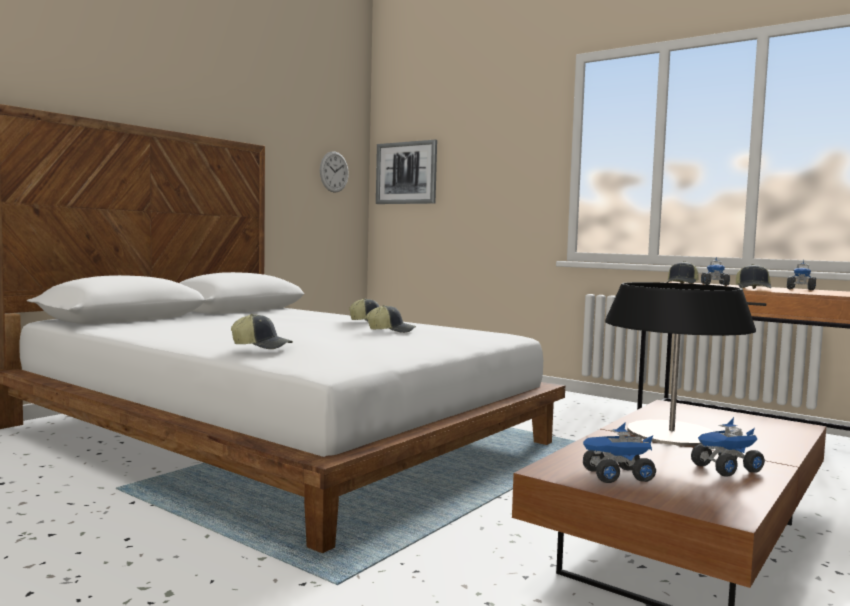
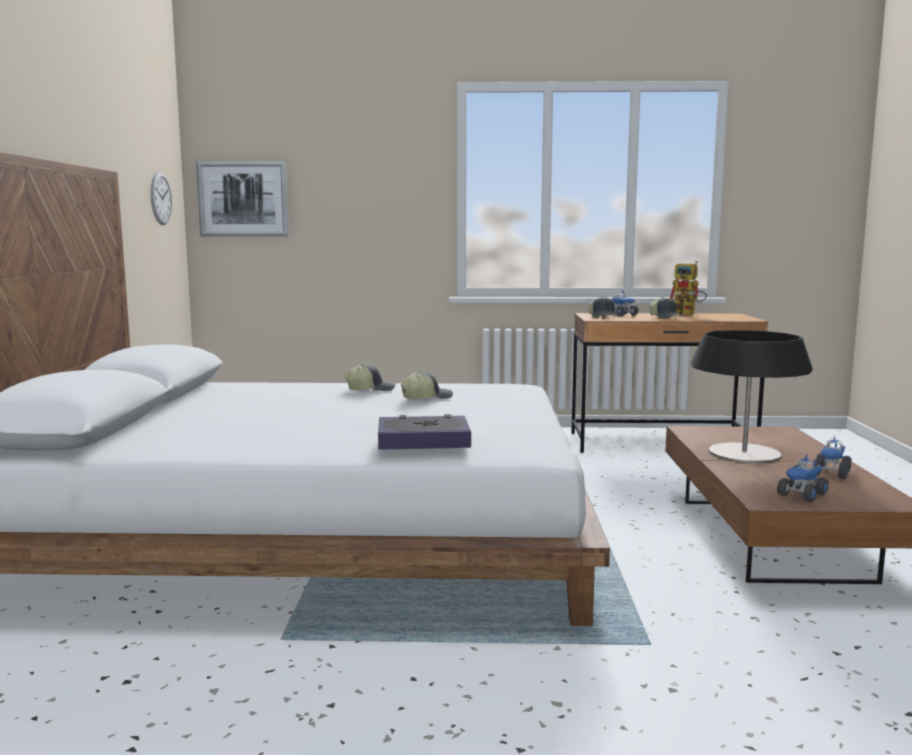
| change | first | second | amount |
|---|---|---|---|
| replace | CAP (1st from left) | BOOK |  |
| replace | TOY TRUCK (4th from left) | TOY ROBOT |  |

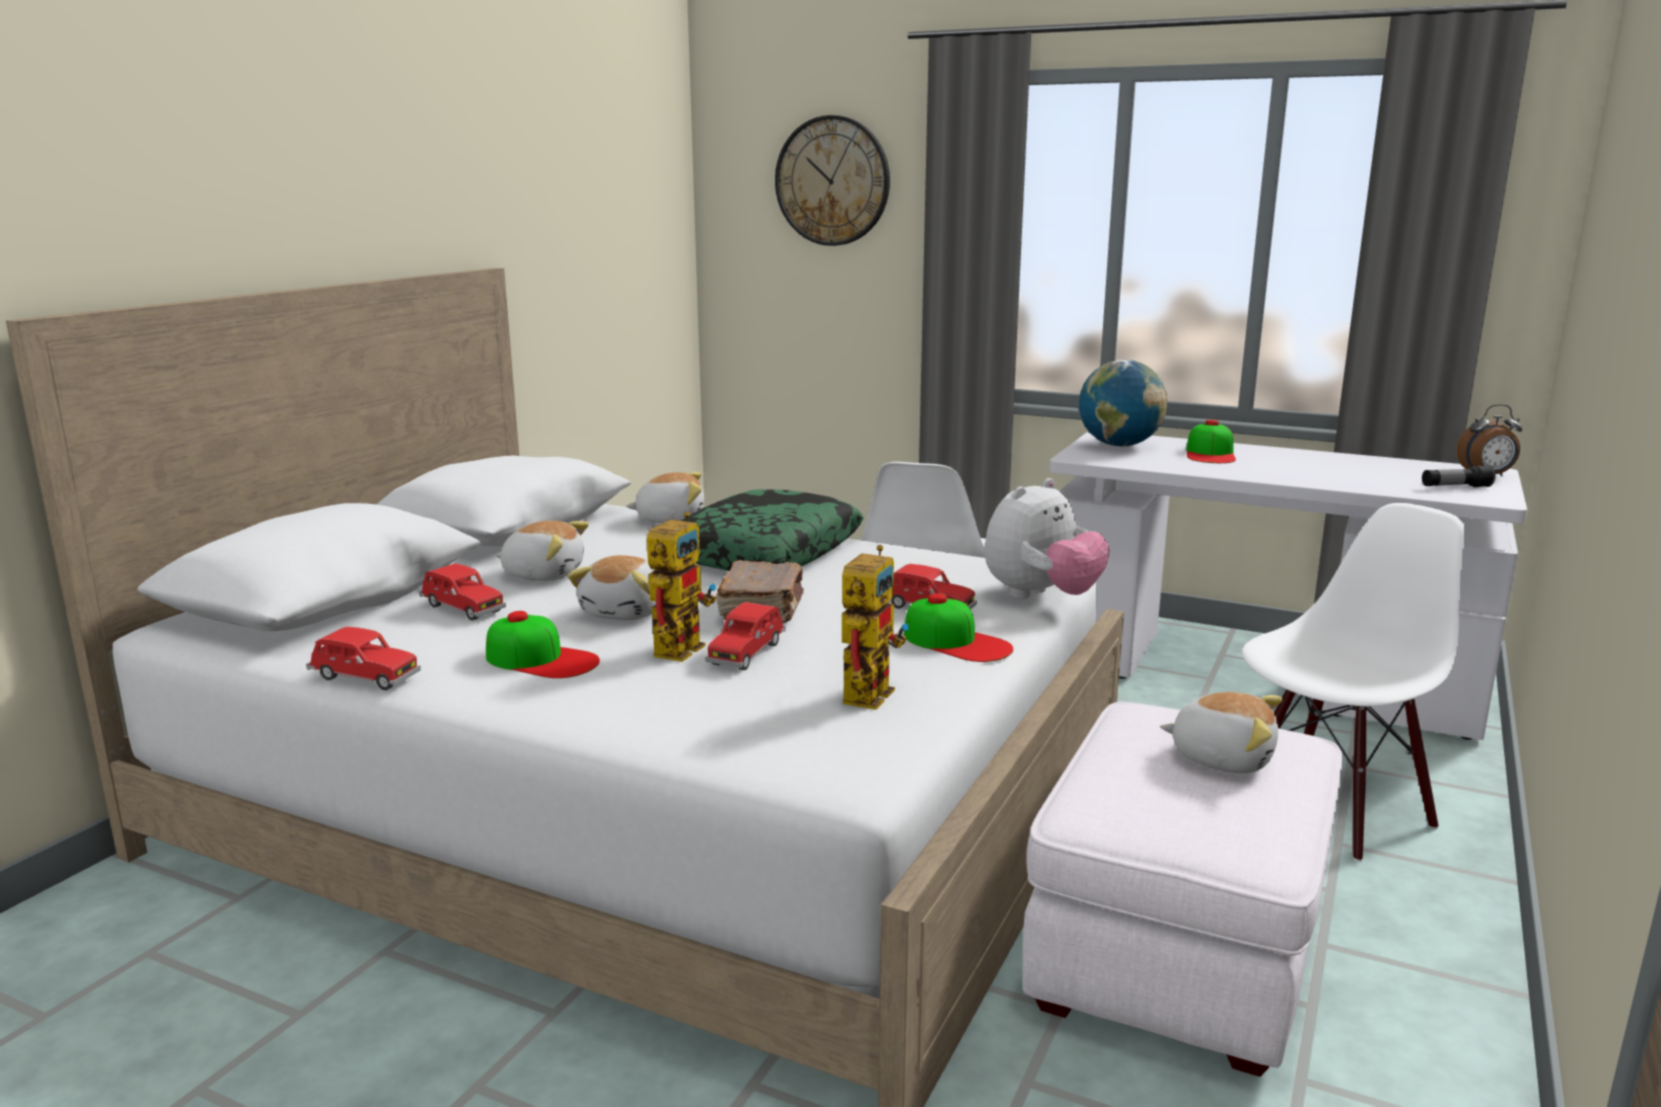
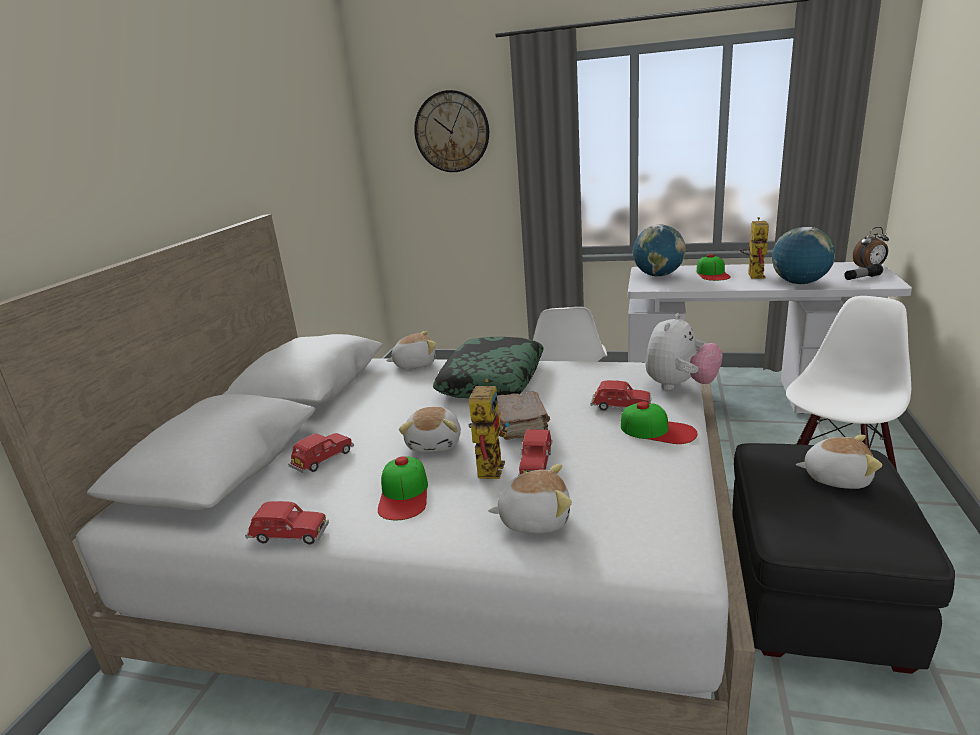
| change | first | second | amount |
|---|---|---|---|
| insert |  | GLOBE (2nd from left) |  |
| move | PLUSH TOY (1st from left in the first image) | PLUSH TOY (3rd from left) |  |
| move | TOY ROBOT (2nd from left) |  |  |
| recolor | WHITE OTTOMAN | BLACK OTTOMAN |  |
| rotate | RED TOY CAR (2nd from left) |  | 75 degrees counterclockwise |
| rotate | CAP (1st from left) |  | 75 degrees clockwise |

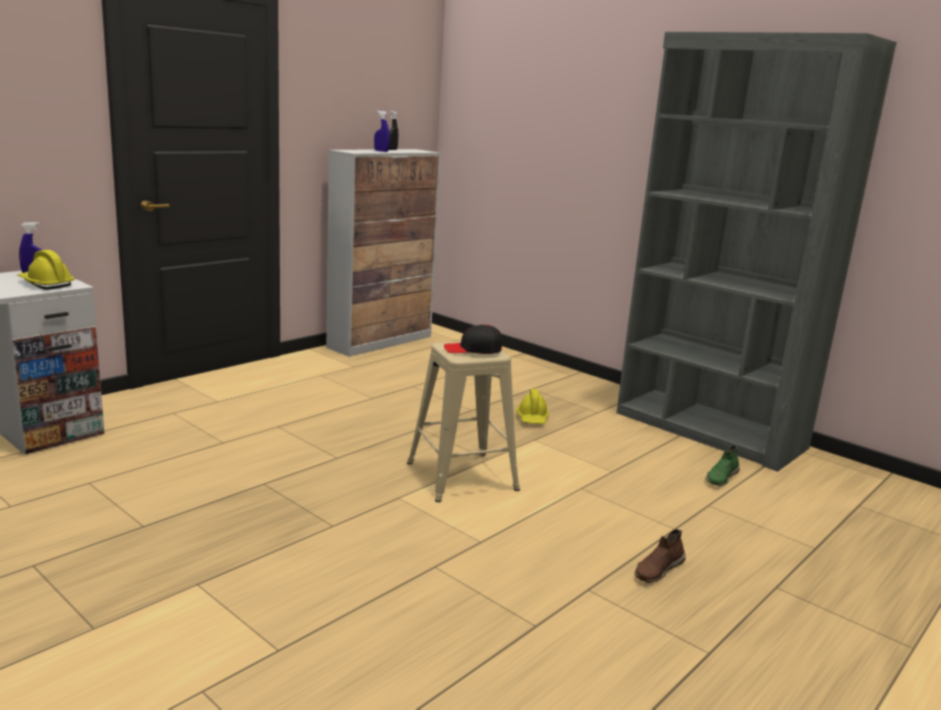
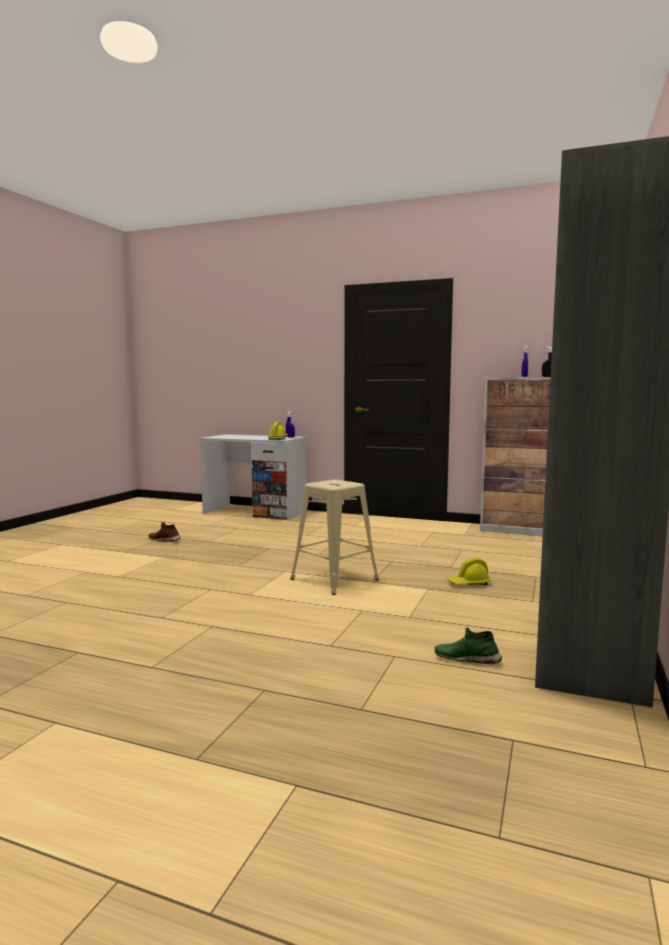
| change | first | second | amount |
|---|---|---|---|
| delete | BLACK CAP |  |  |
| move | BROWN SHOE |  |  |

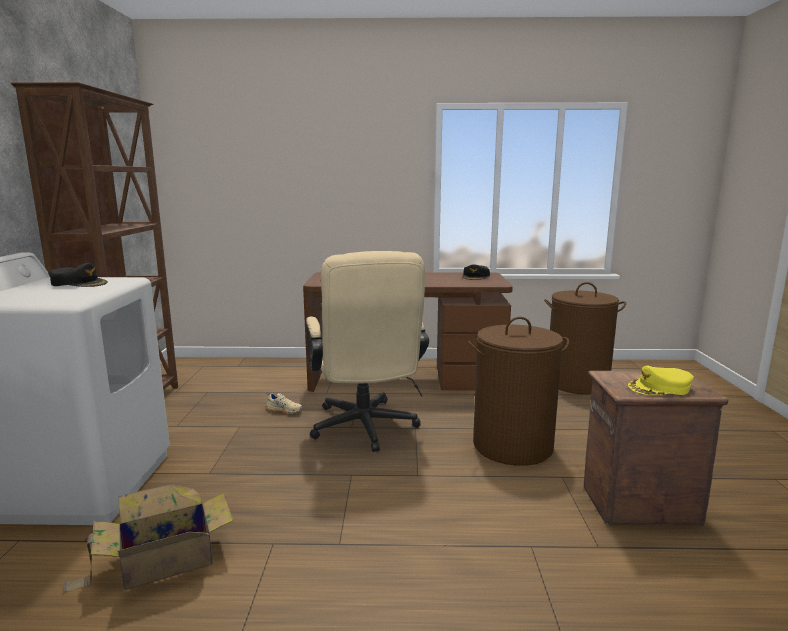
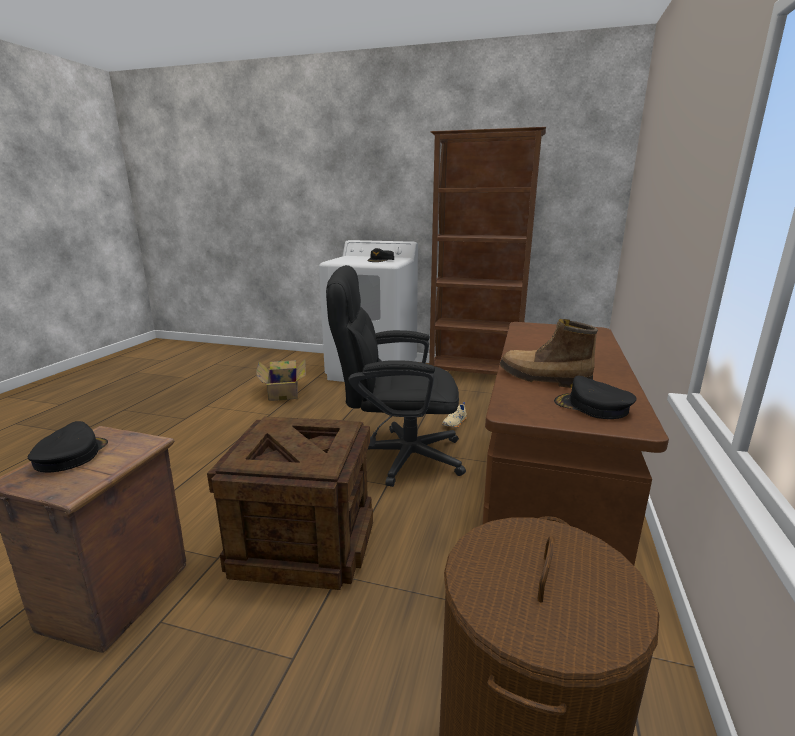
| change | first | second | amount |
|---|---|---|---|
| insert |  | BOOT |  |
| replace | BROWN LAUNDRY BASKET (1st from left) | CRATE (2nd from left) |  |
| recolor | BEIGE OFFICE CHAIR | BLACK OFFICE CHAIR |  |
| recolor | YELLOW CAP | BLACK CAP (1st from left) |  |

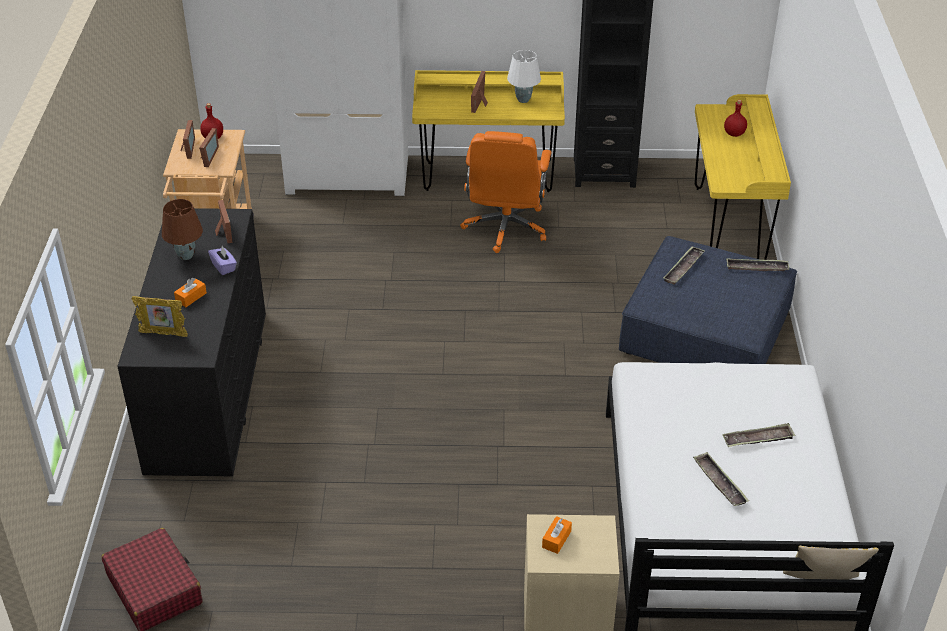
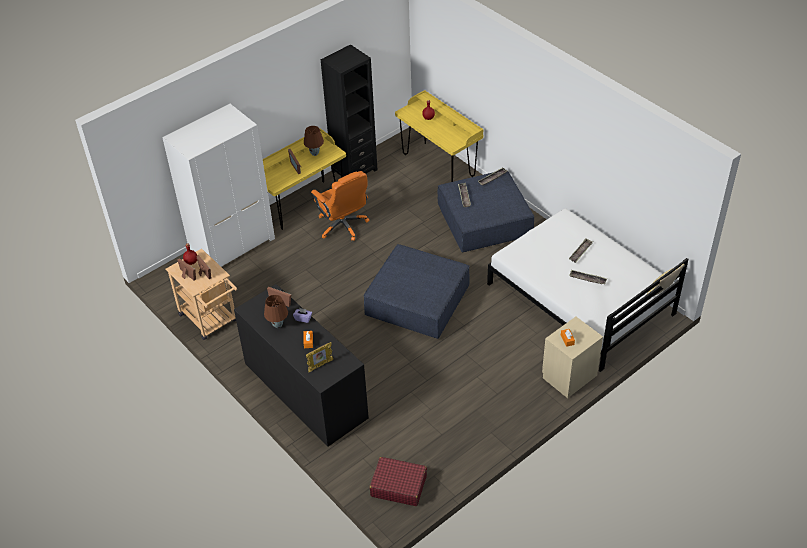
| change | first | second | amount |
|---|---|---|---|
| insert |  | BLUE OTTOMAN (1st from left) |  |
| recolor | WHITE TABLE LAMP | BROWN TABLE LAMP (2nd from left) |  |

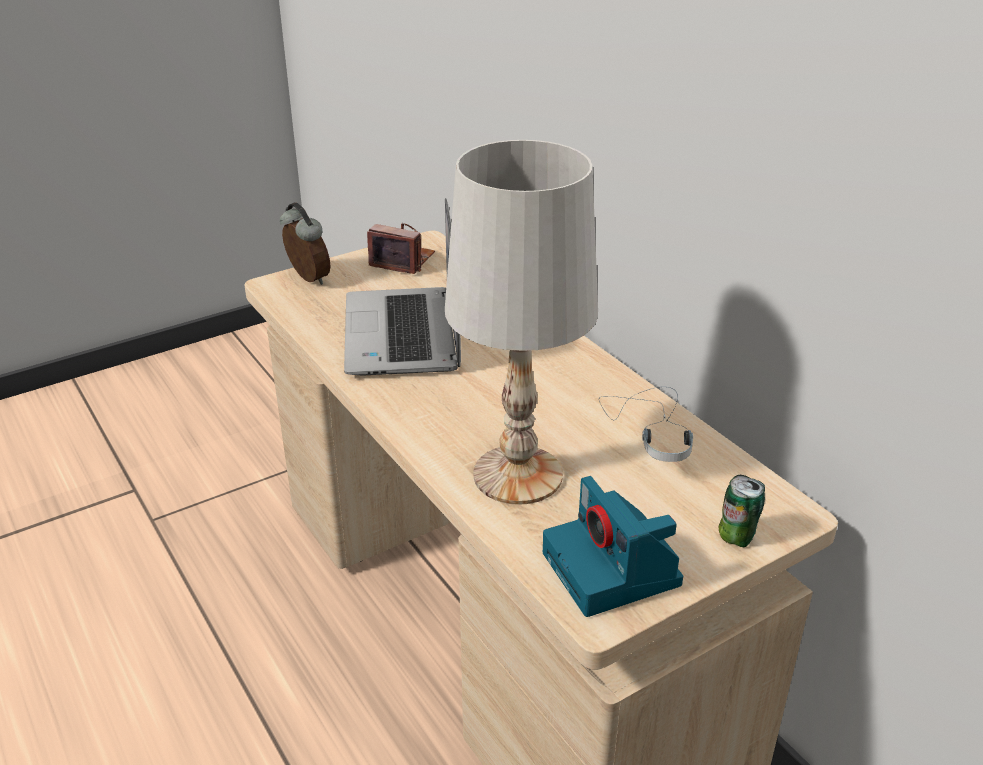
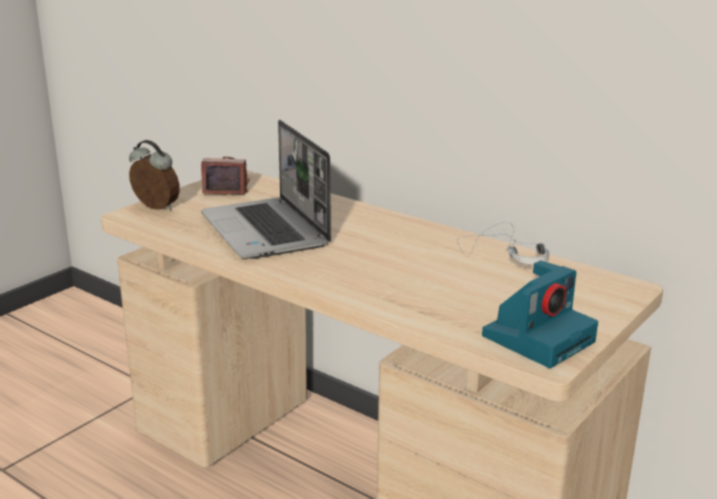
| change | first | second | amount |
|---|---|---|---|
| delete | WHITE TABLE LAMP |  |  |
| delete | CAN |  |  |
| rotate | PHOTO CAMERA (2nd from left) |  | 90 degrees counterclockwise |

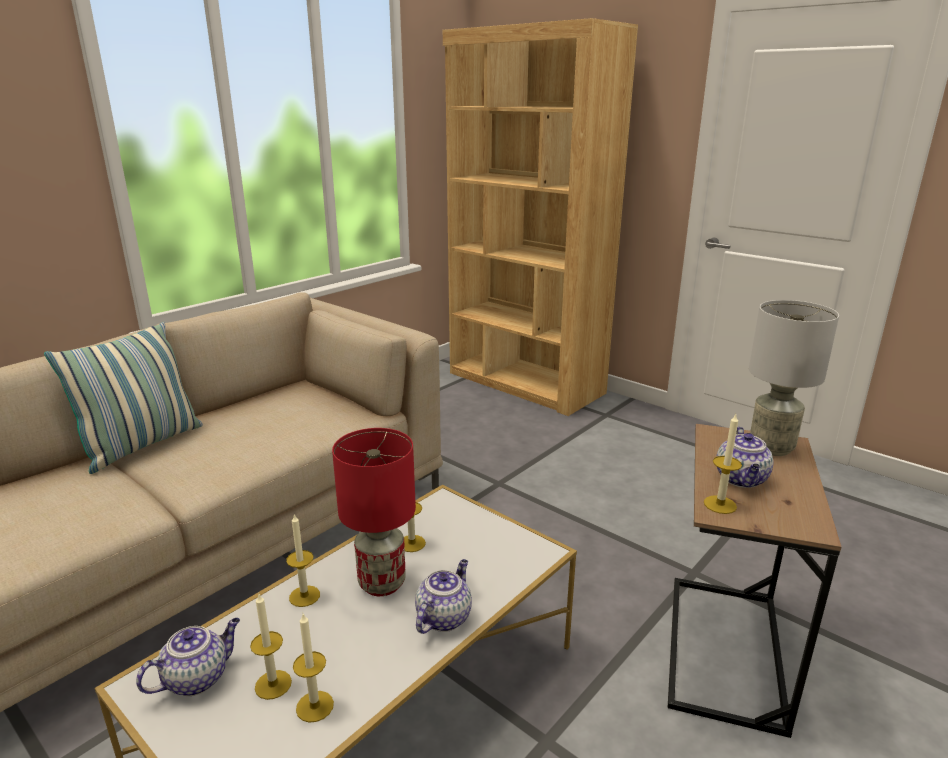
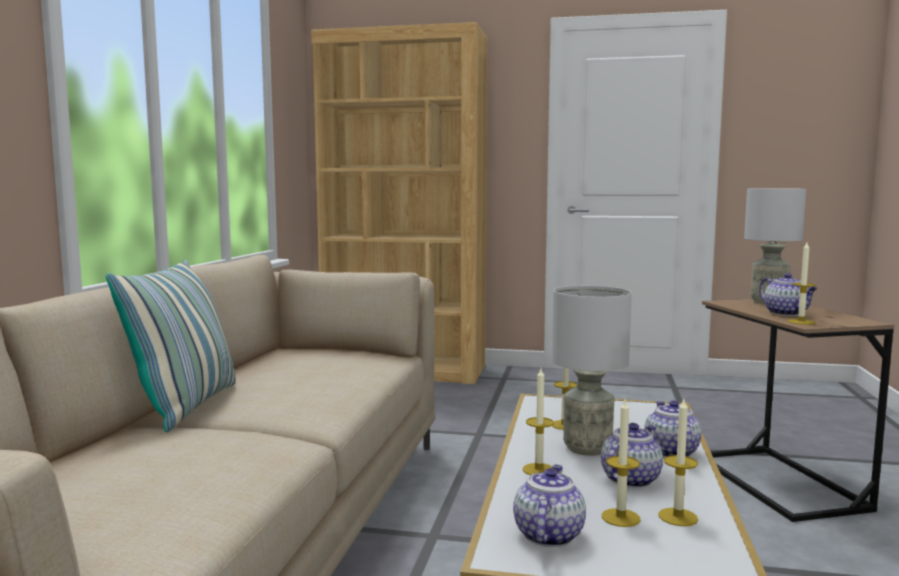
| change | first | second | amount |
|---|---|---|---|
| insert |  | TEAPOT (2nd from left) |  |
| recolor | RED TABLE LAMP | GREY TABLE LAMP (1st from left) |  |

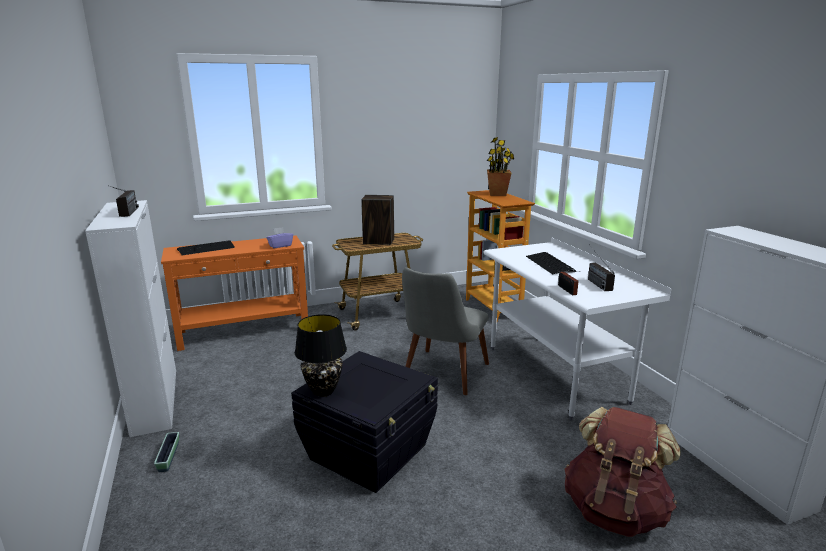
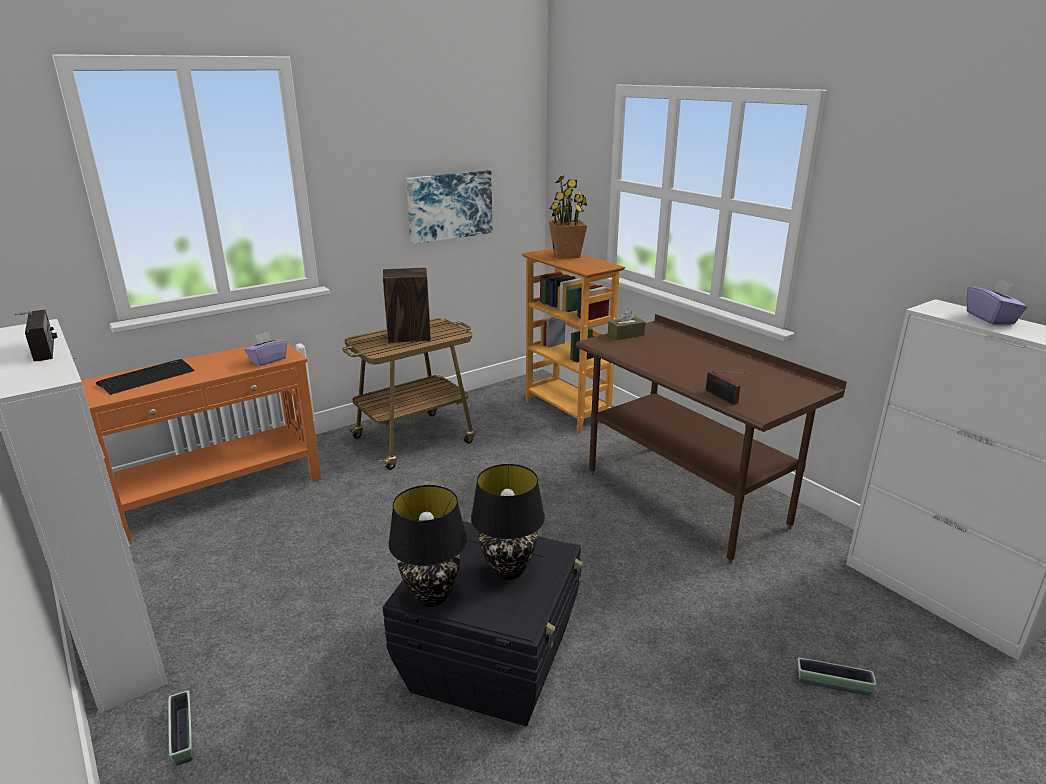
| change | first | second | amount |
|---|---|---|---|
| delete | GREY CHAIR |  |  |
| delete | KEYBOARD (2nd from left) |  |  |
| delete | RADIO (3rd from left) |  |  |
| insert |  | PICTURE |  |
| insert |  | BLACK TABLE LAMP (2nd from left) |  |
| insert |  | BROWN TISSUE BOX |  |
| insert |  | PURPLE TISSUE BOX (2nd from left) |  |
| replace | BROWN BACKPACK | PLANTER (2nd from left) |  |
| recolor | WHITE DESK | BROWN DESK |  |

